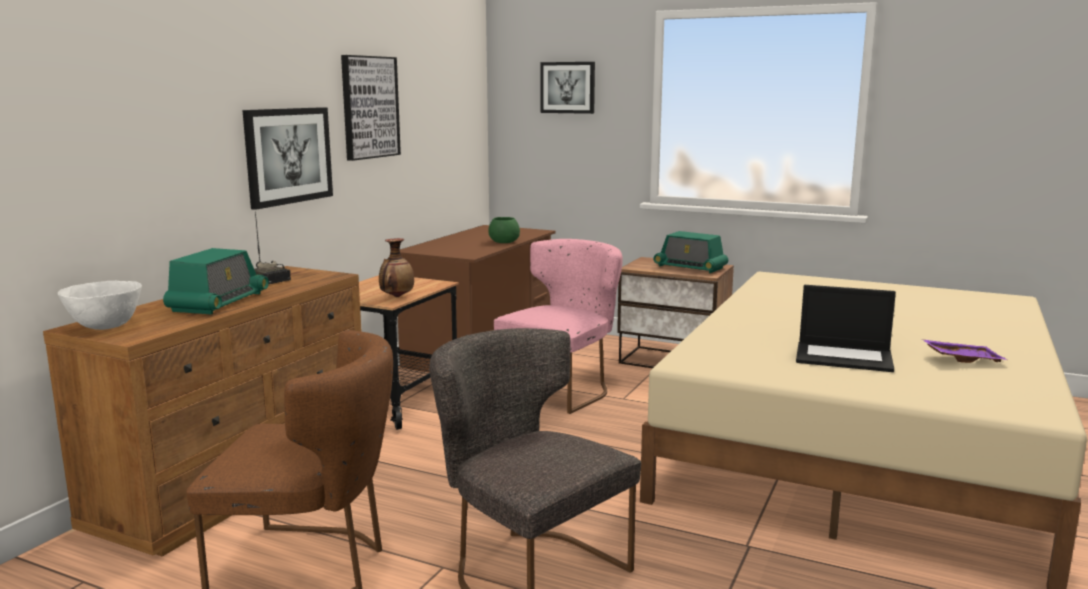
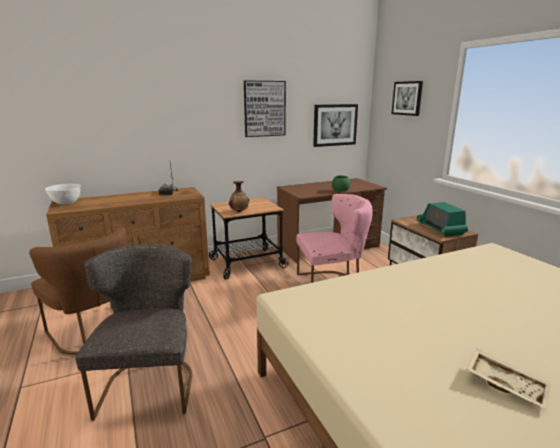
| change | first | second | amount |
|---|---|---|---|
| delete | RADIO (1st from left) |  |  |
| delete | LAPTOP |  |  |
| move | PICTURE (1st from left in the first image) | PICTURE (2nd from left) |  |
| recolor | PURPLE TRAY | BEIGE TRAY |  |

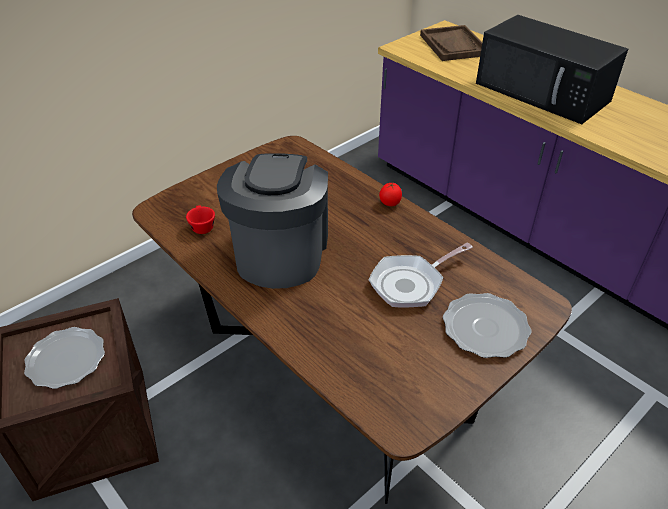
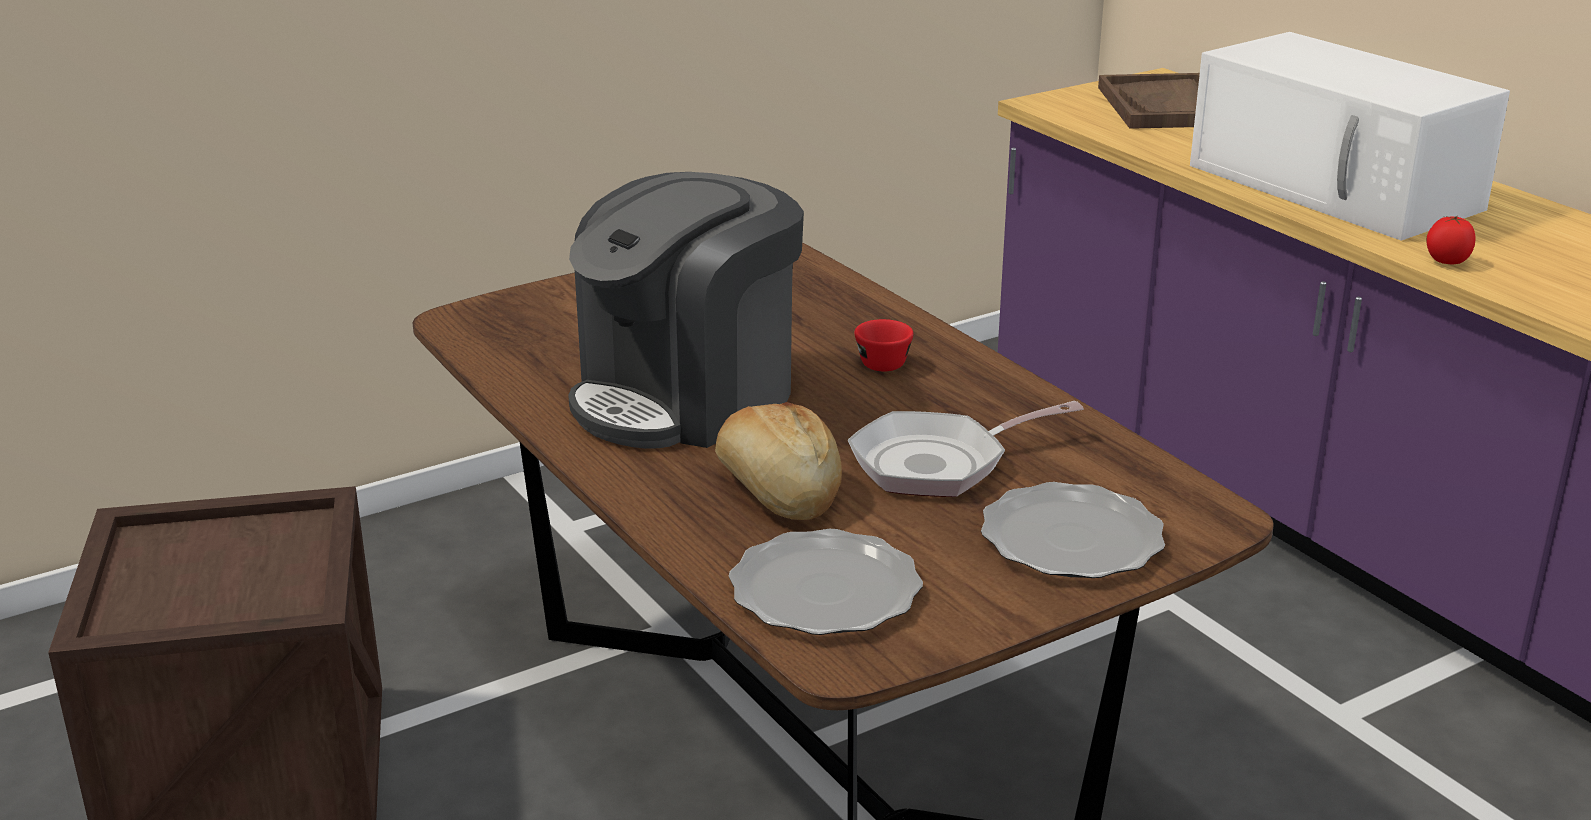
| change | first | second | amount |
|---|---|---|---|
| insert |  | BREAD |  |
| move | PLATE (1st from left) |  |  |
| move | RED CUP |  |  |
| move | TOMATO |  |  |
| recolor | BLACK MICROWAVE | WHITE MICROWAVE |  |
| rotate | COFFEE MACHINE |  | 150 degrees counterclockwise |

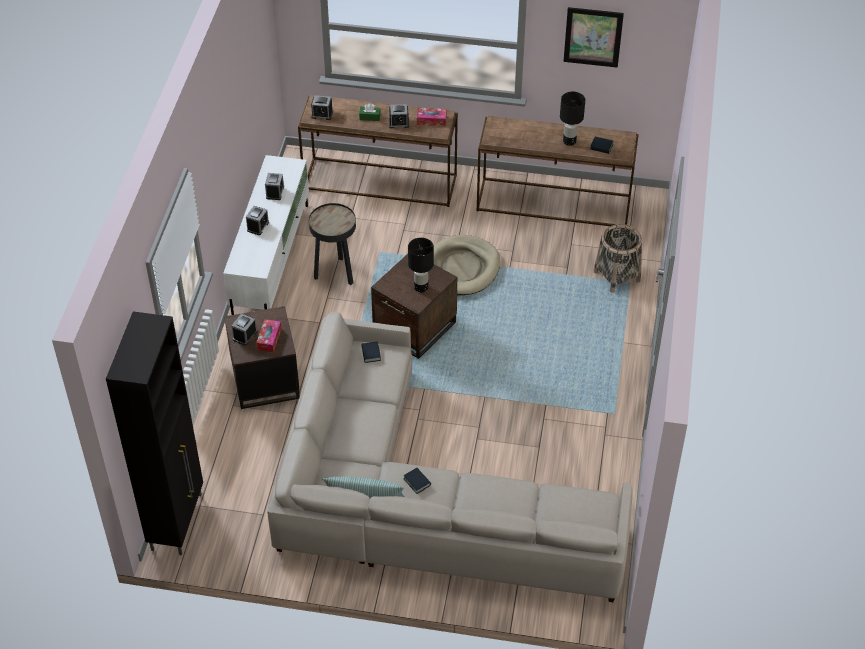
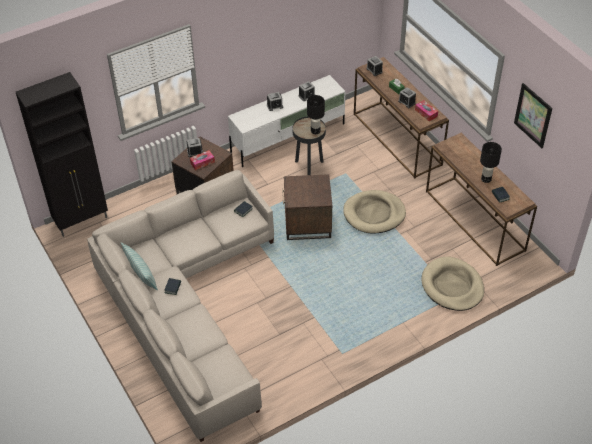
| change | first | second | amount |
|---|---|---|---|
| move | BLACK TABLE LAMP (1st from left) |  |  |
| replace | BASKET | BEIGE DOG BED (2nd from left) |  |

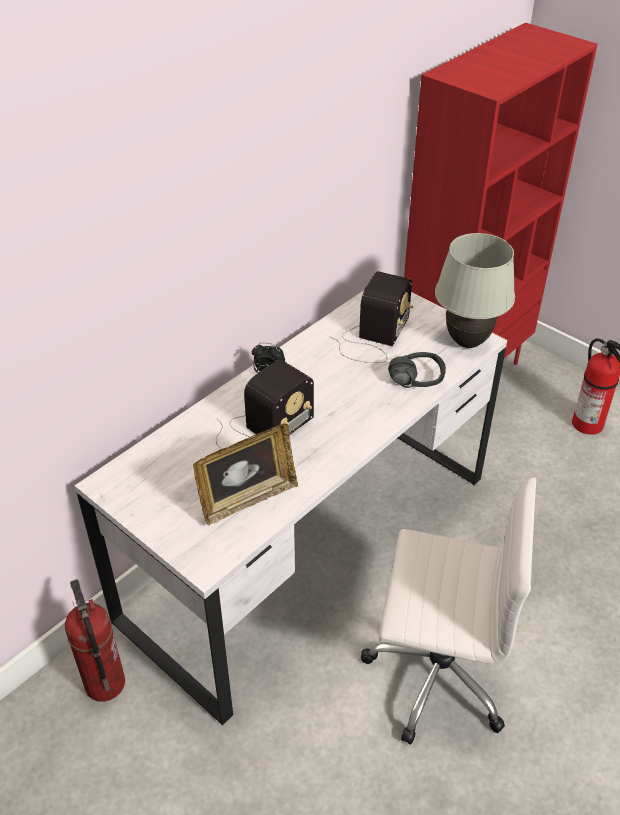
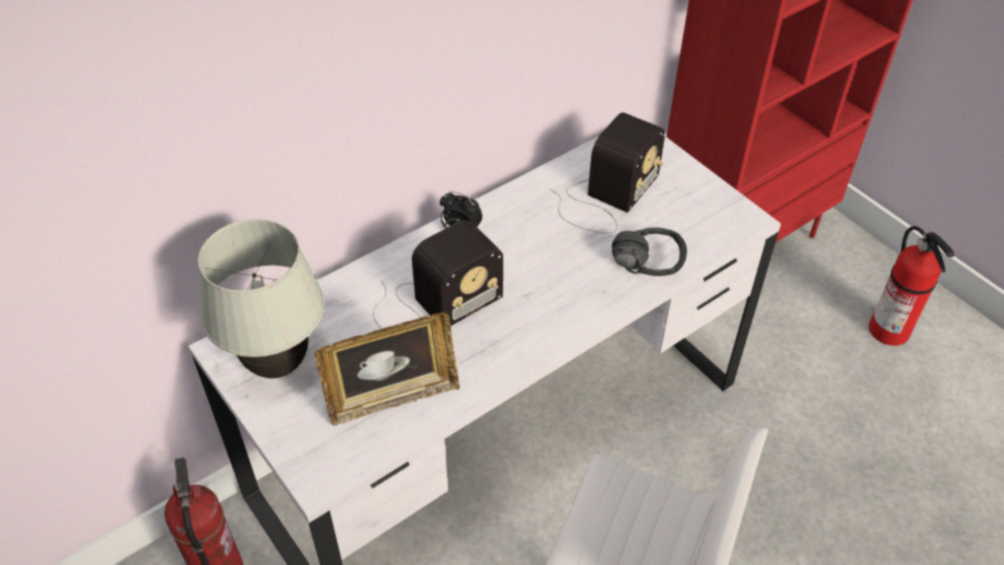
| change | first | second | amount |
|---|---|---|---|
| move | WHITE TABLE LAMP |  |  |

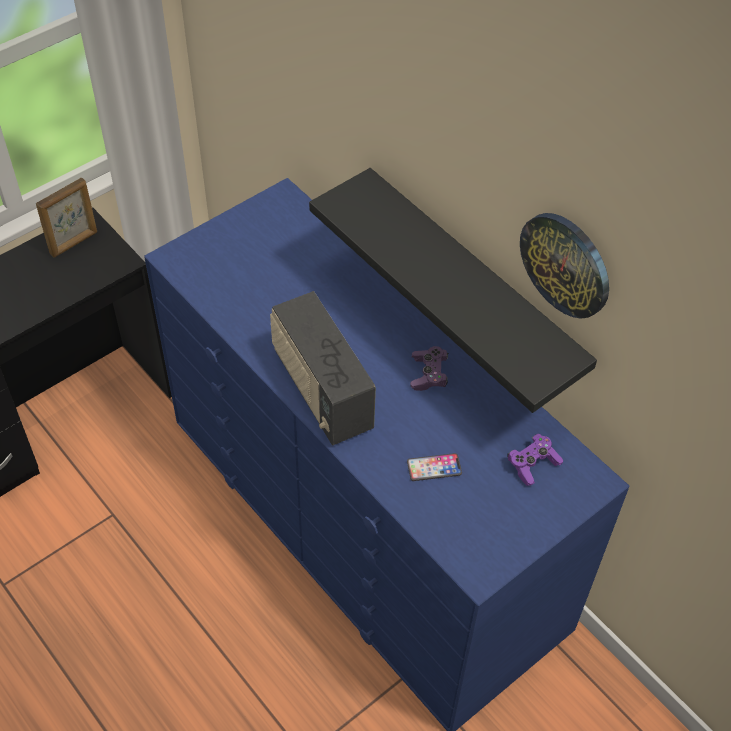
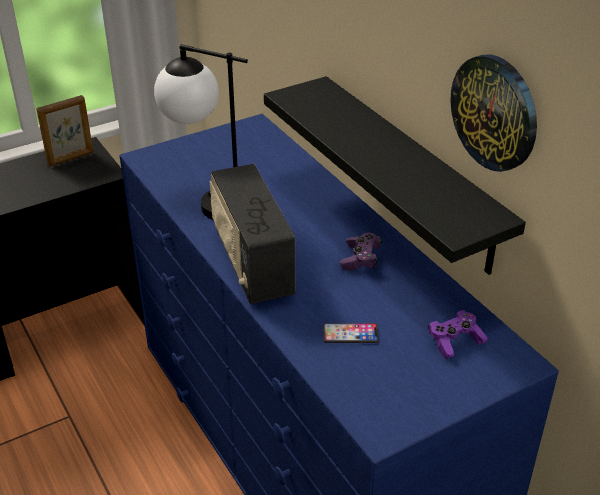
| change | first | second | amount |
|---|---|---|---|
| insert |  | TABLE LAMP |  |

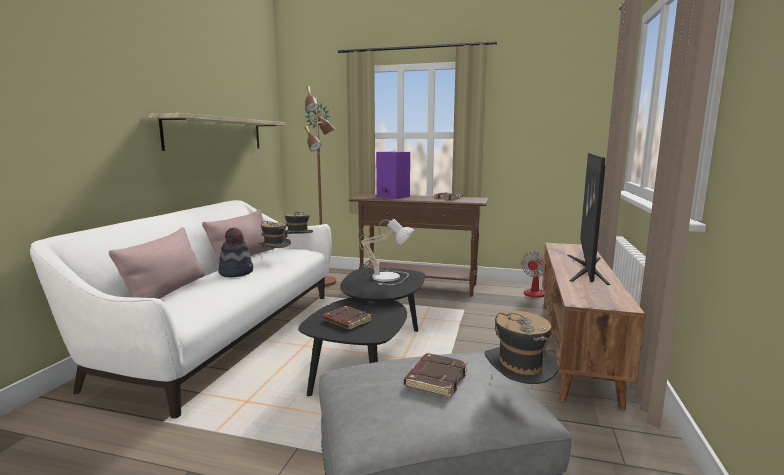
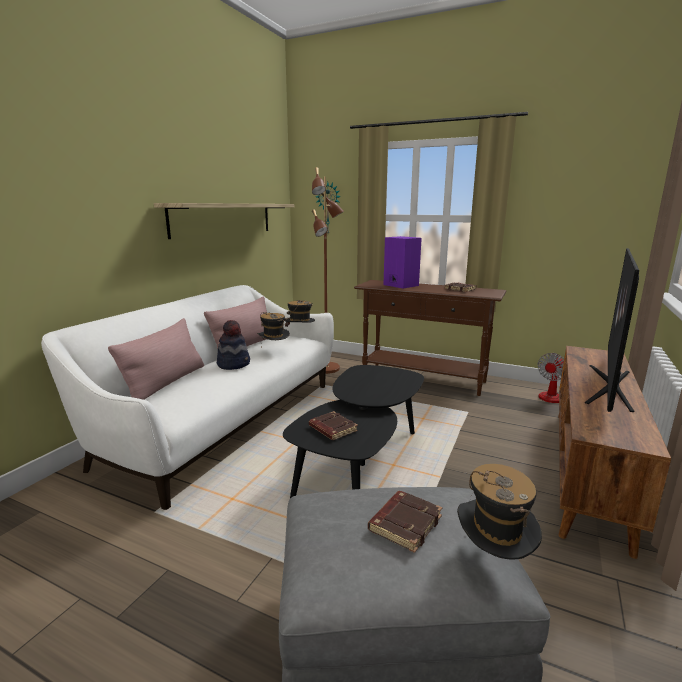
| change | first | second | amount |
|---|---|---|---|
| delete | TABLE LAMP |  |  |

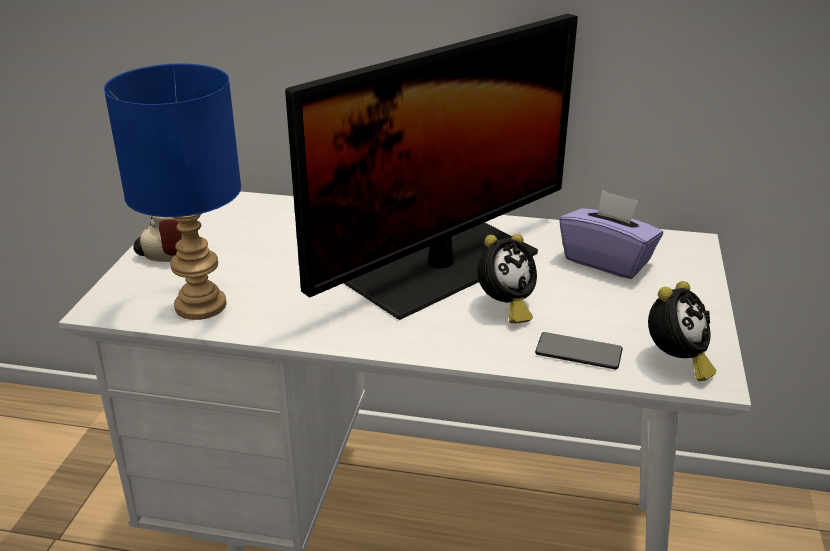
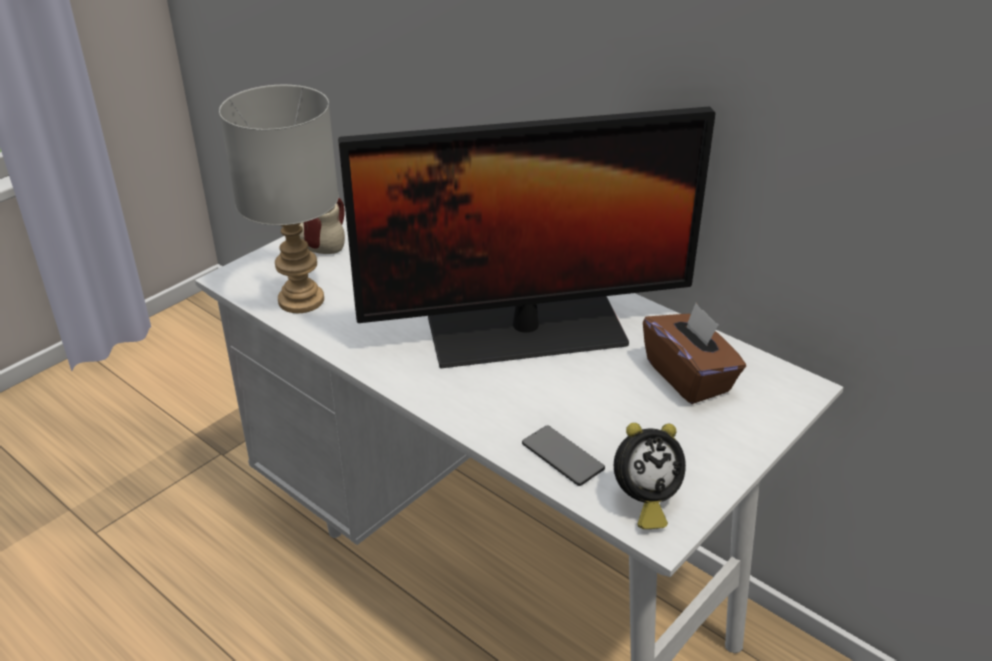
| change | first | second | amount |
|---|---|---|---|
| delete | ALARM CLOCK (1st from left) |  |  |
| recolor | BLUE TABLE LAMP | GREY TABLE LAMP |  |
| recolor | PURPLE TISSUE BOX | BROWN TISSUE BOX |  |

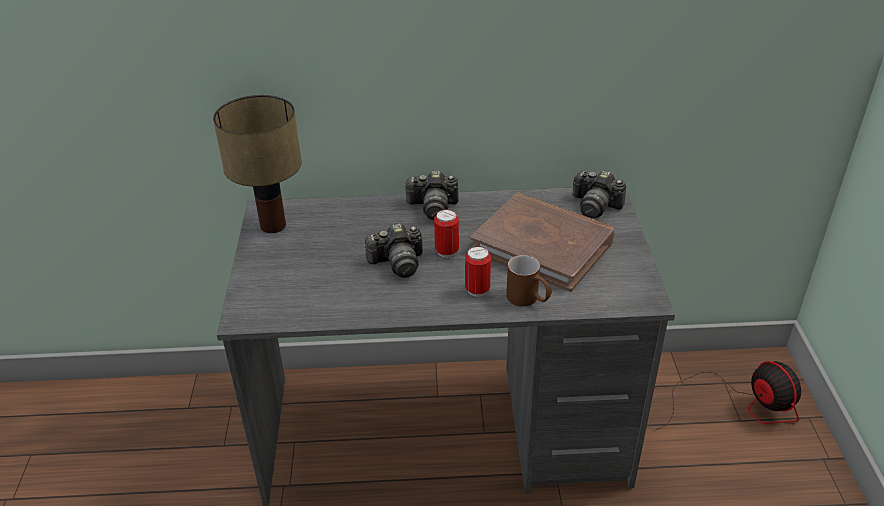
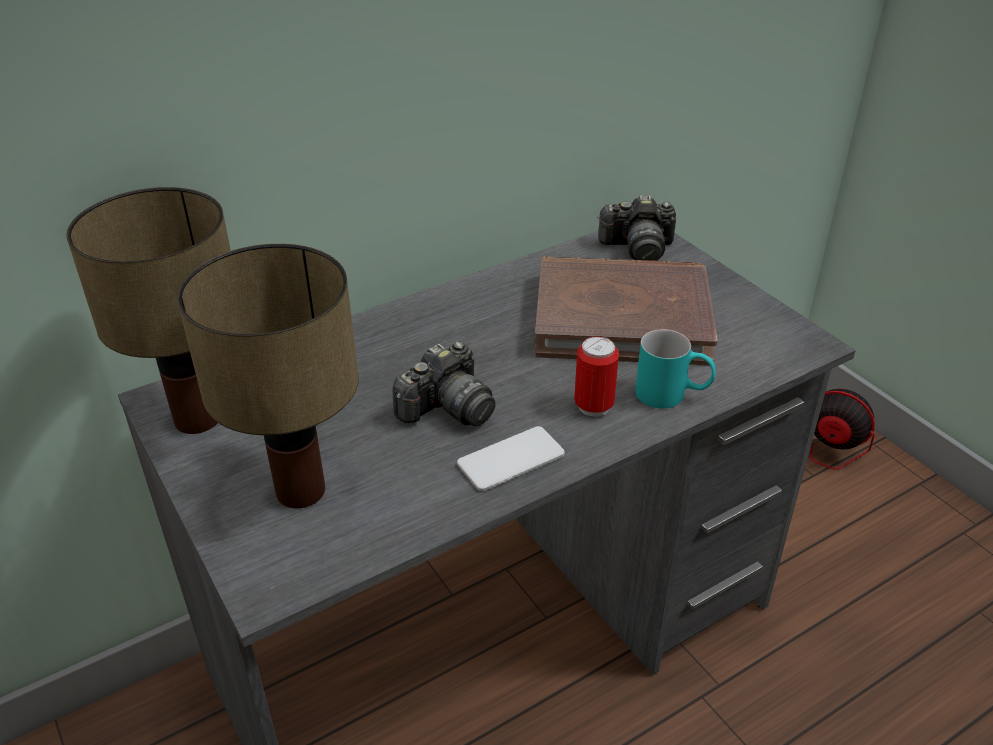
| change | first | second | amount |
|---|---|---|---|
| delete | PHOTO CAMERA (2nd from left) |  |  |
| delete | CAN (1st from left) |  |  |
| insert |  | TABLE LAMP (2nd from left) |  |
| insert |  | PHONE |  |
| recolor | BROWN MUG | TURQUOISE MUG |  |

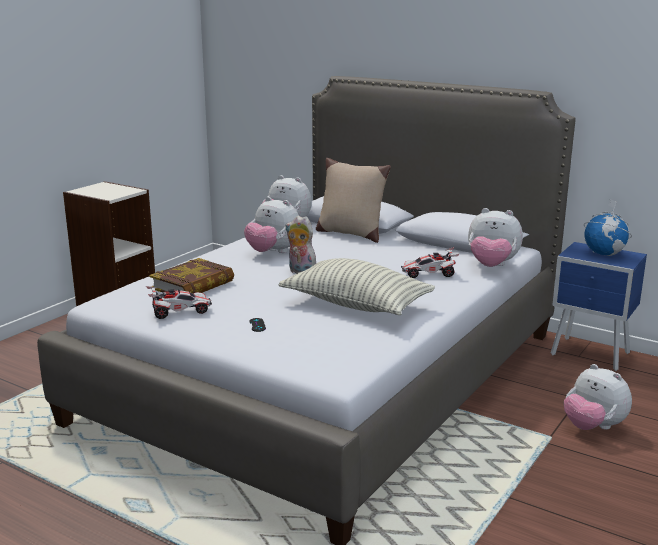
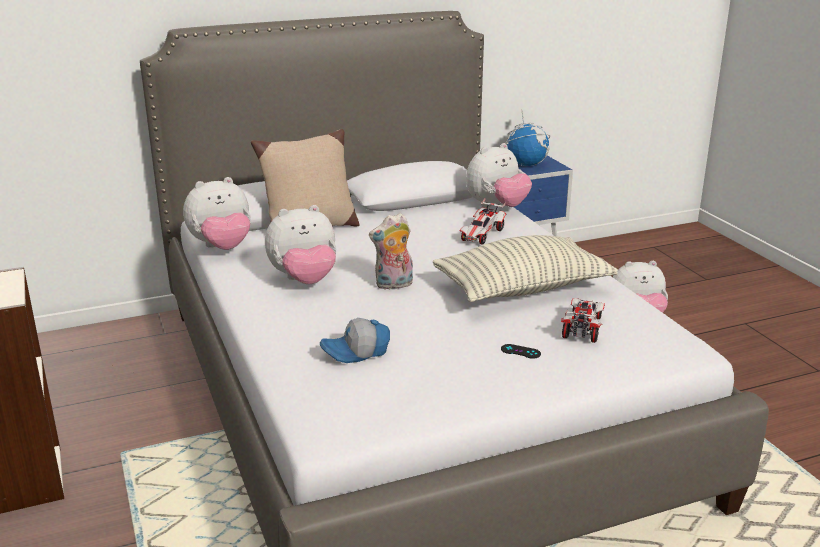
| change | first | second | amount |
|---|---|---|---|
| move | TOY CAR (1st from left in the first image) | TOY CAR (2nd from left) |  |
| replace | BOOK | CAP |  |

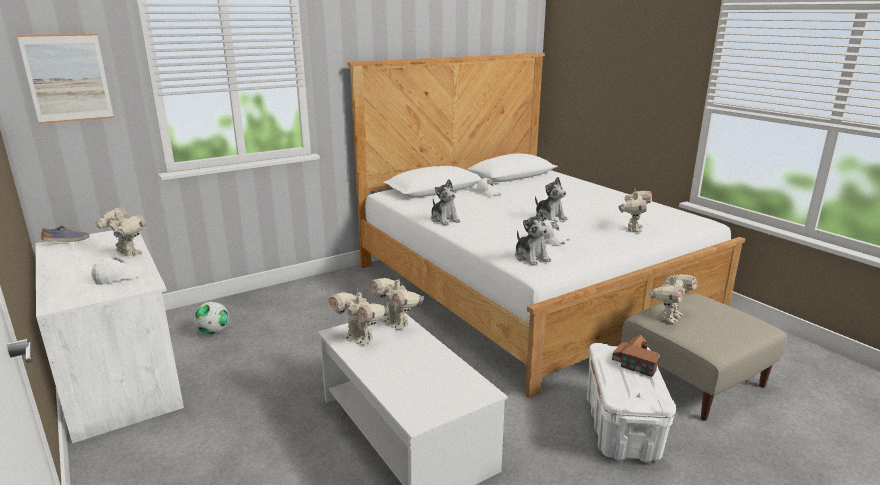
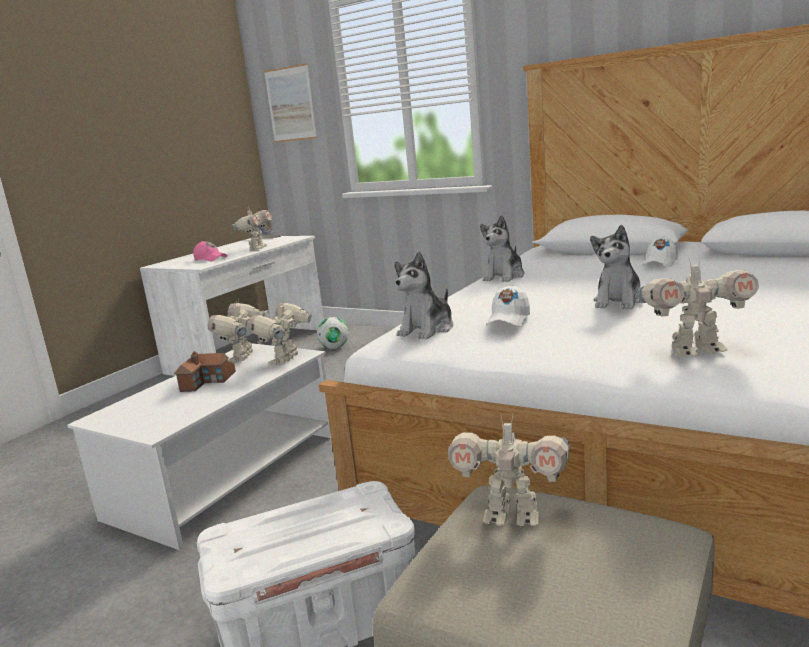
| change | first | second | amount |
|---|---|---|---|
| move | TOY HOUSE |  |  |
| recolor | WHITE CAP (1st from left) | PINK CAP |  |

